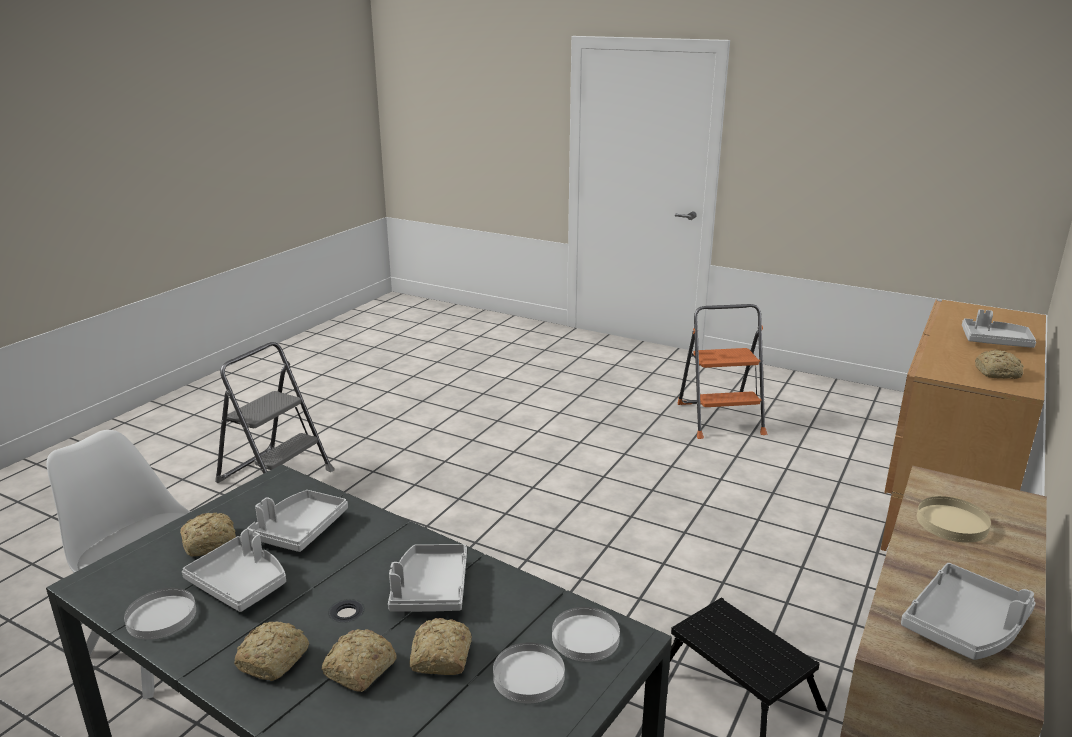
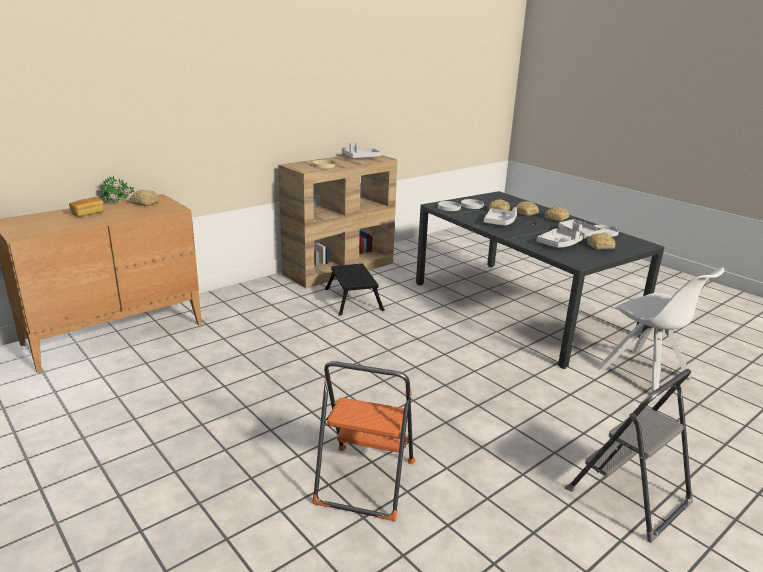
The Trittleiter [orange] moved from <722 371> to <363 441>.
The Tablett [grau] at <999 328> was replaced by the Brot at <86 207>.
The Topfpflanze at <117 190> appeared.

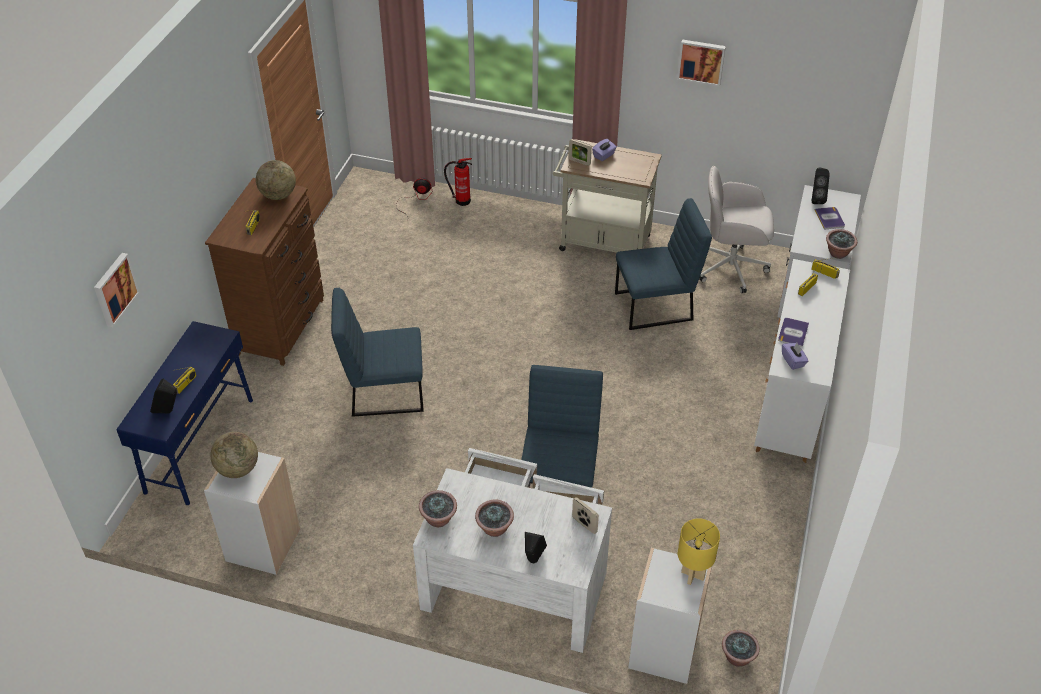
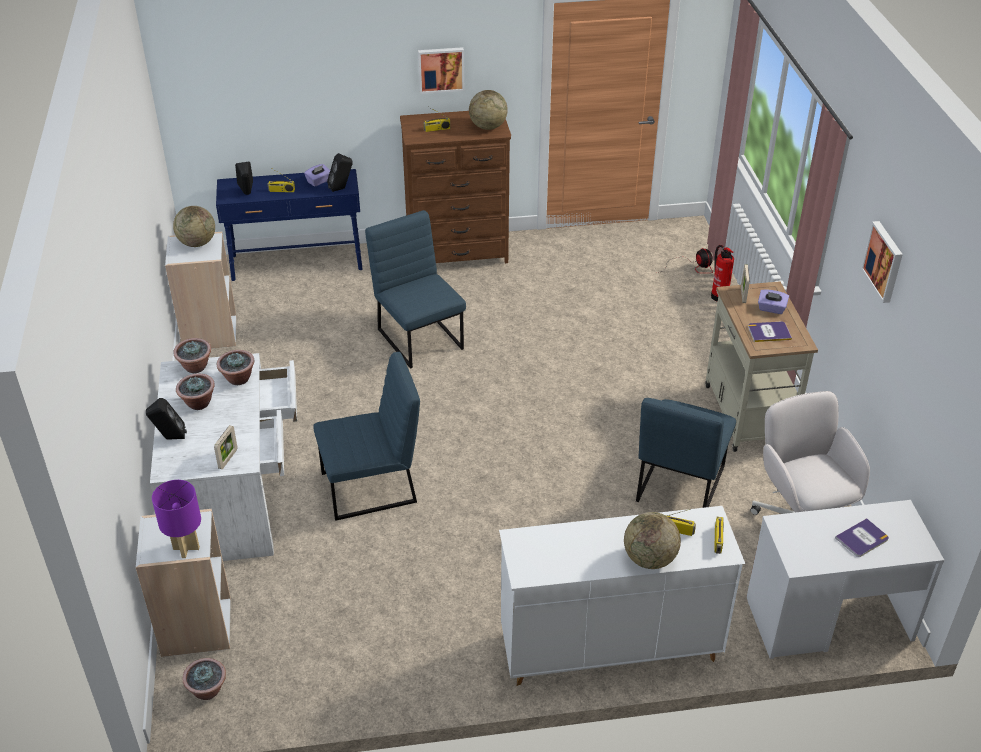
The Bild moved from <117 290> to <441 70>.
The Stuhl [blau] at <663 264> turned 60 degrees clockwise.
The Tischlampe [gelb] at <699 551> became the Tischlampe [lila] at <176 519>.
The Buch moved from <793 332> to <770 332>.
The Taschentuchbox [lila] moved from <795 356> to <317 175>.
The Lautsprecher [schwarz] moved from <821 185> to <340 172>.
The Topfpflanze moved from <841 244> to <235 367>.
The Globus at <652 540> appeared.

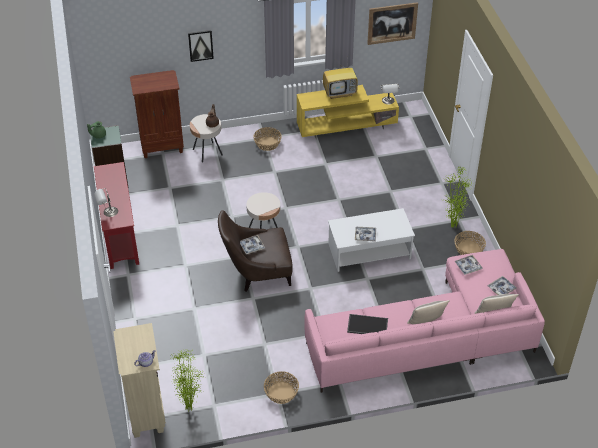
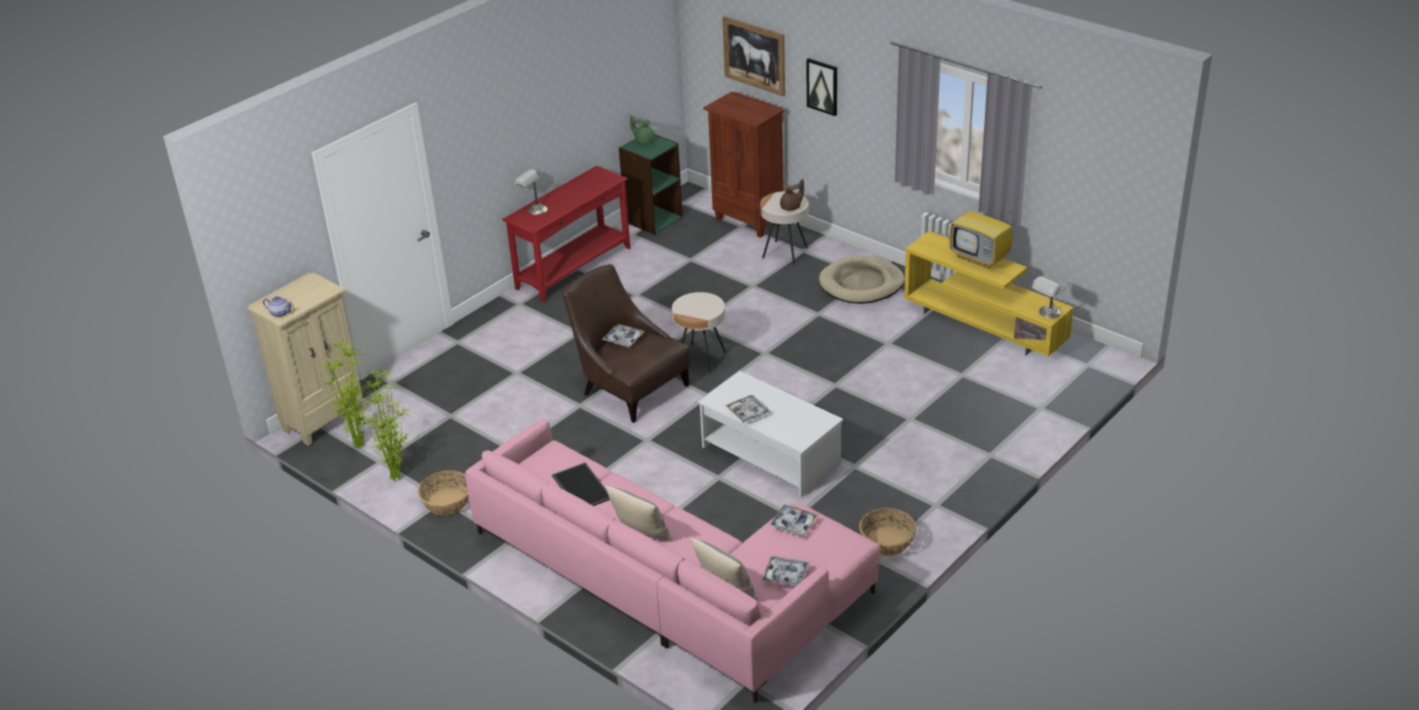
The Korb at <267 139> was replaced by the Hundebett [beige] at <862 280>.
The Bild moved from <392 23> to <753 56>.
The Topfpflanze moved from <457 197> to <386 424>.

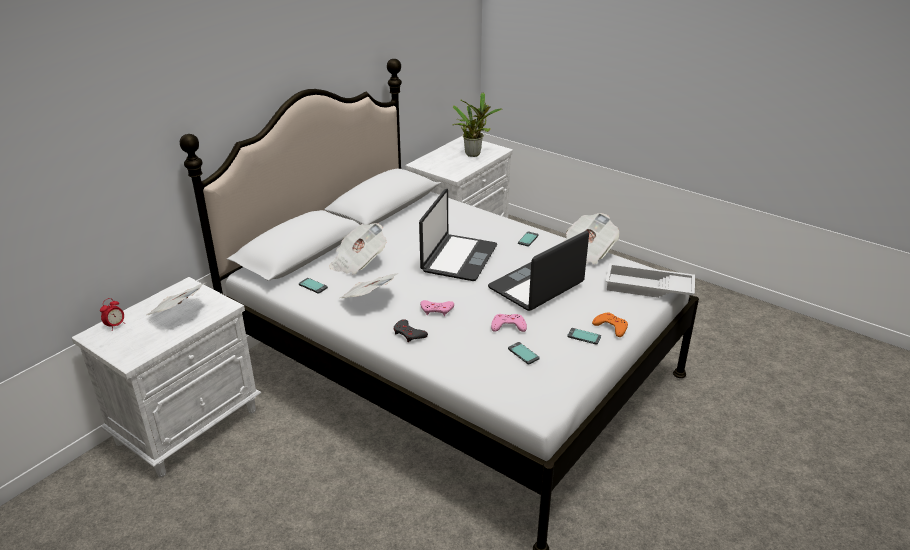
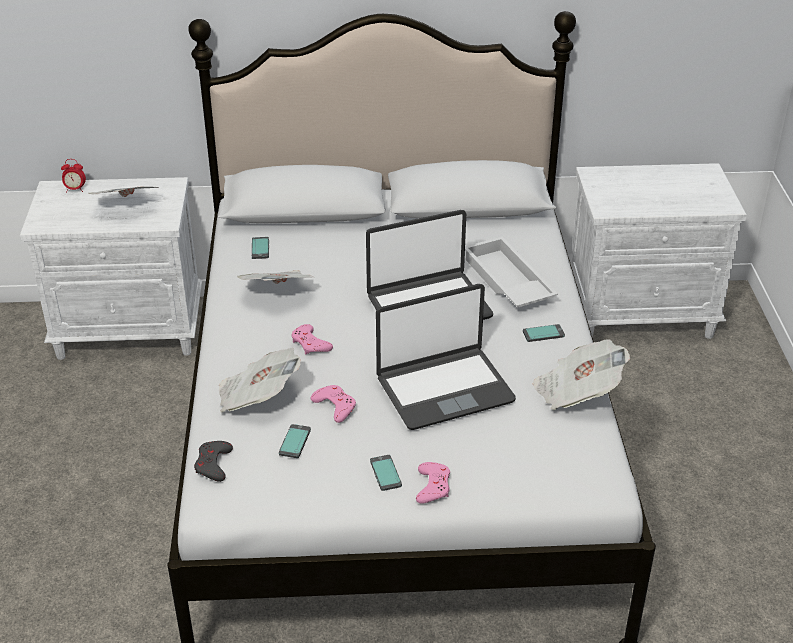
The Zeitung moved from <357 248> to <260 380>.
The Gamepad [grau] moved from <411 330> to <213 461>.
The Topfpflanze at <477 124> disappeared.
The Laptop at <538 271> turned 150 degrees clockwise.
The Gamepad [orange] at <610 324> became the Gamepad [rosa] at <433 483>.
The Tablett [weiß] moved from <650 280> to <511 272>.

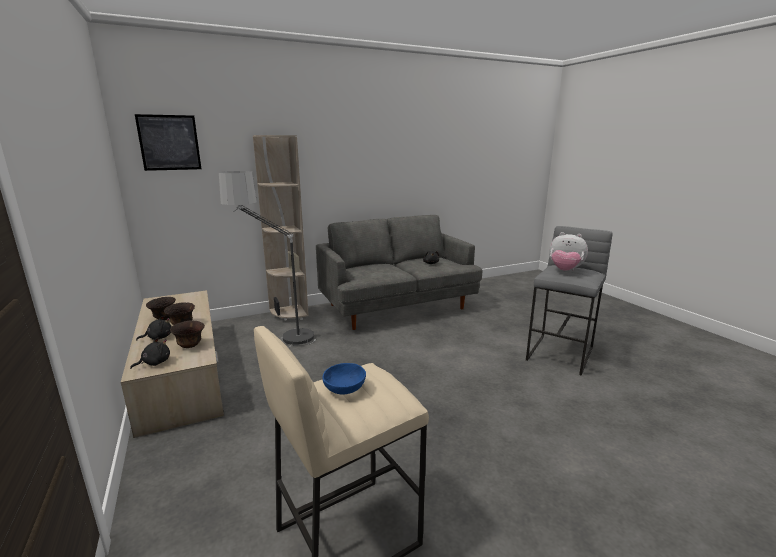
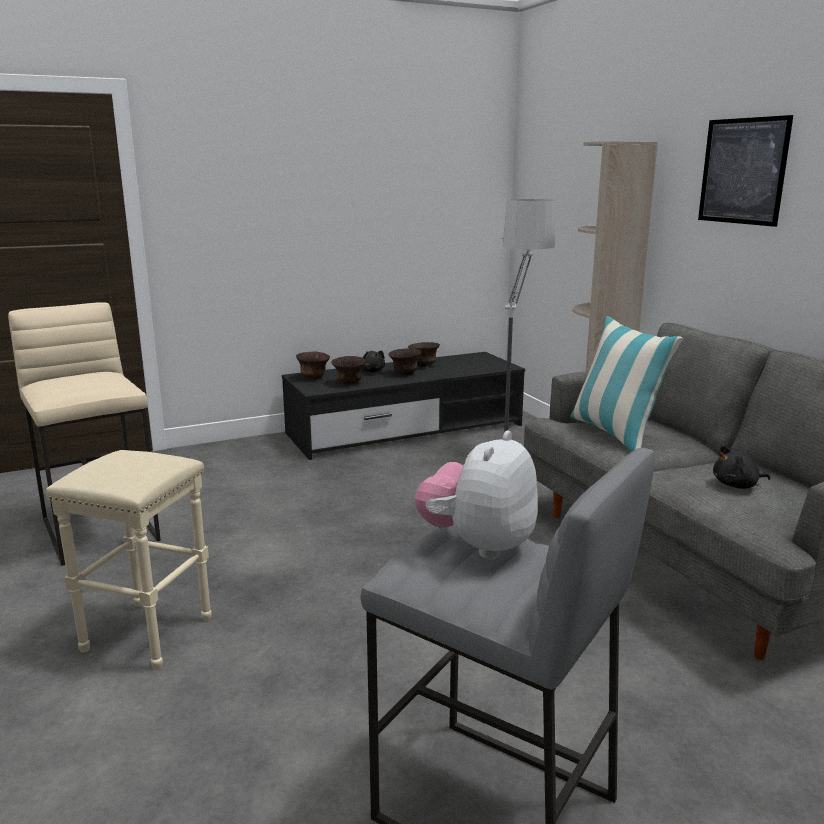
The Fernsehschrank [beige] at <172 364> became the Fernsehschrank [schwarz] at <403 406>.
The Plüschtier [schwarz] at <150 353> was replaced by the Schüssel [braun] at <313 365>.
The Bild moved from <168 142> to <745 171>.
The Schüssel [blau] at <344 379> disappeared.
The Hocker [beige] at <129 560> appeared.
The Kissen at <626 384> appeared.

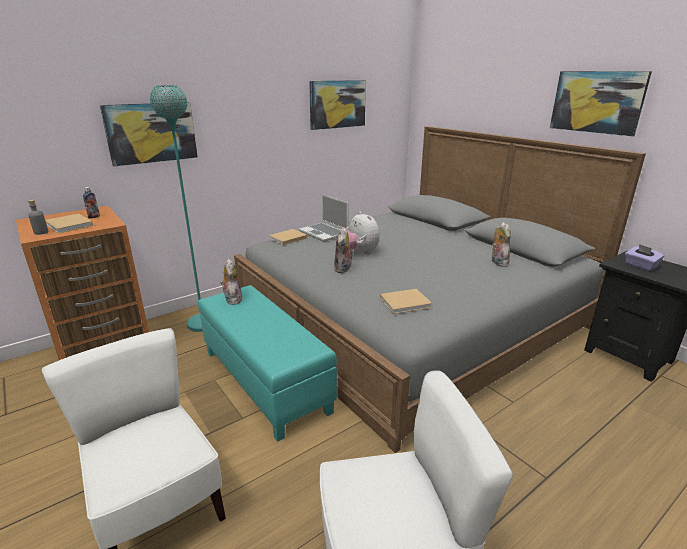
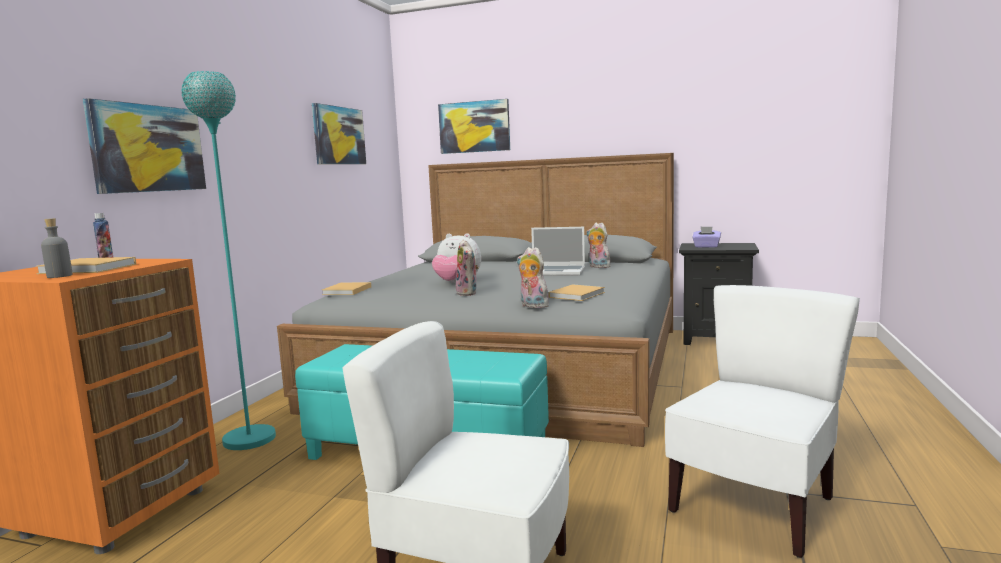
The Plüschtier moved from <231 282> to <533 277>.
The Laptop moved from <323 218> to <558 251>.
The Bild moved from <601 103> to <474 126>.

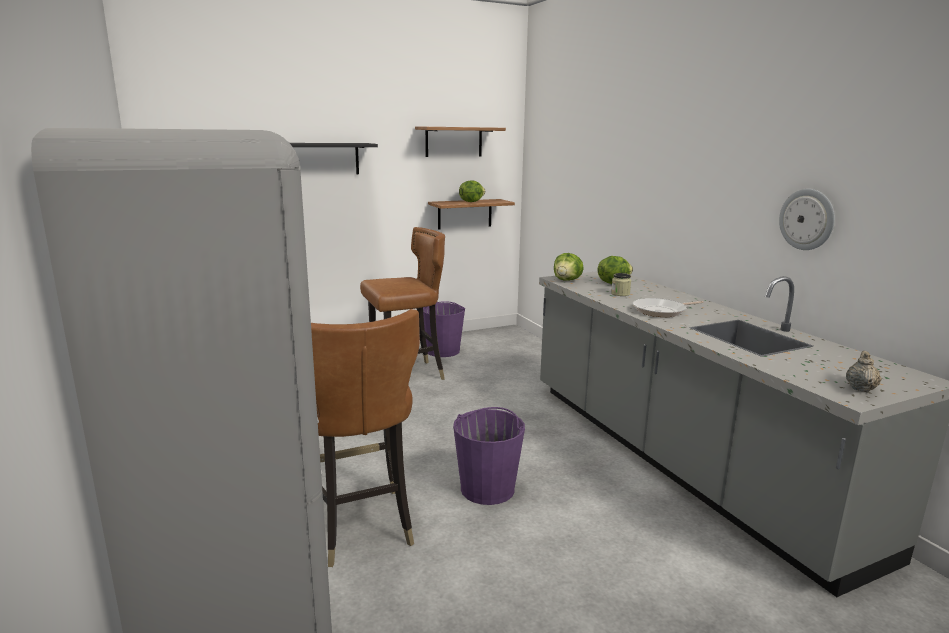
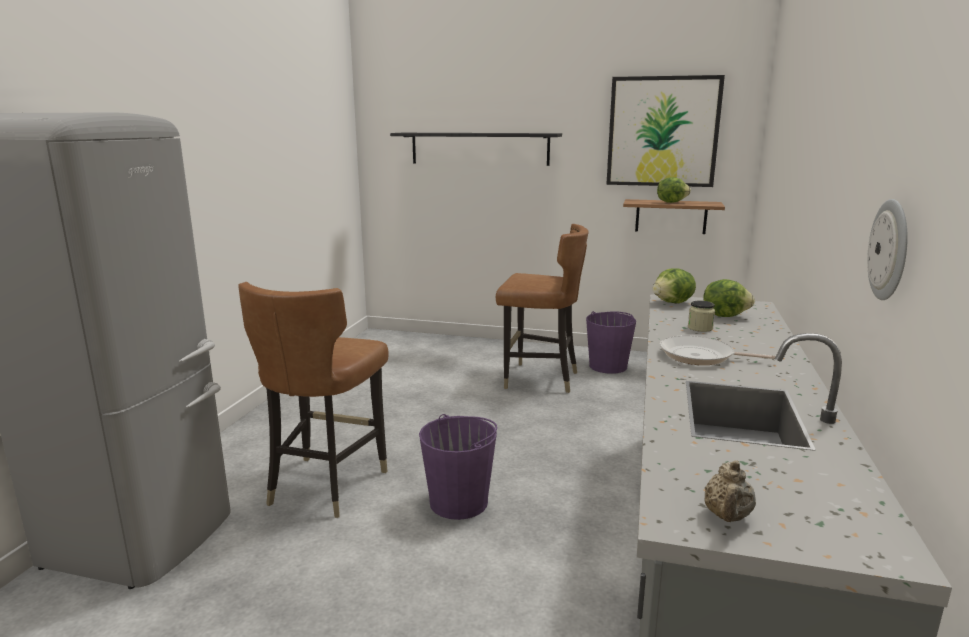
The Wandregal at <460 141> was replaced by the Bild at <665 131>.
The Teekanne [beige] at <864 371> turned 135 degrees clockwise.

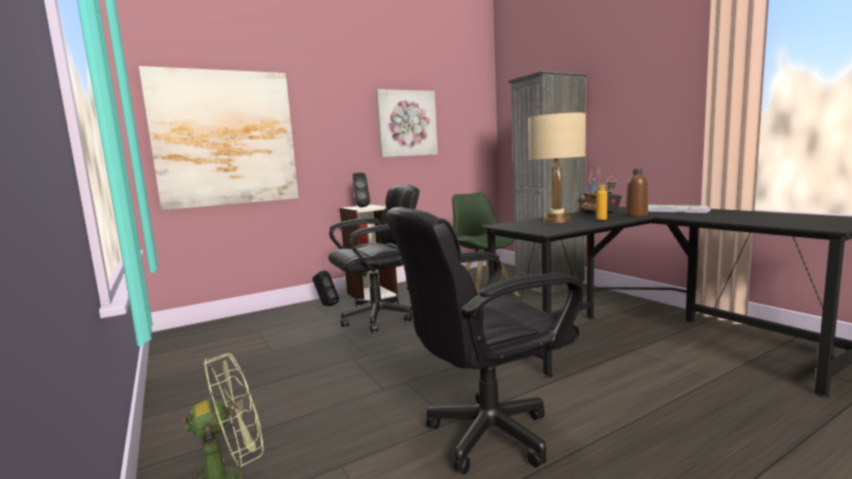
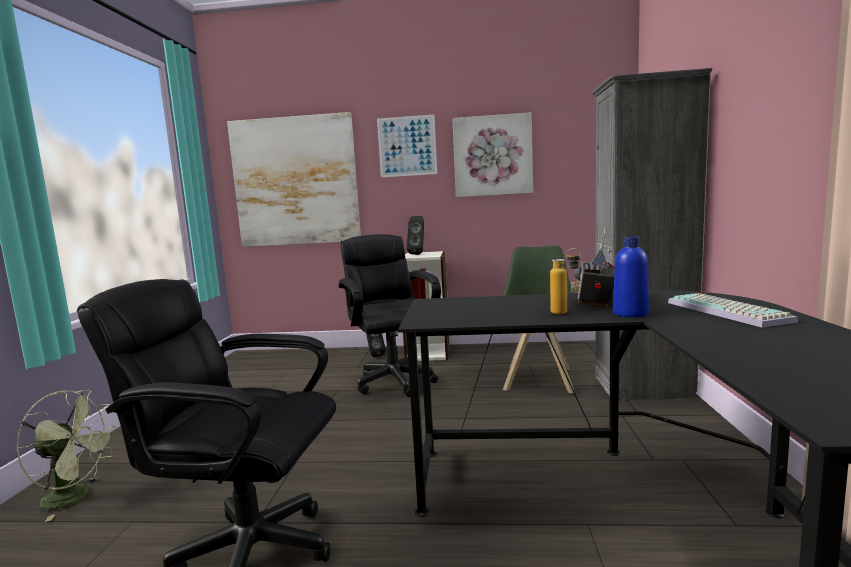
The Bürostuhl [schwarz] at <374 258> turned 120 degrees counterclockwise.
The Tischlampe [beige] at <557 168> disappeared.
The Flasche [braun] at <637 193> became the Flasche [blau] at <631 277>.
The Bild at <407 145> appeared.

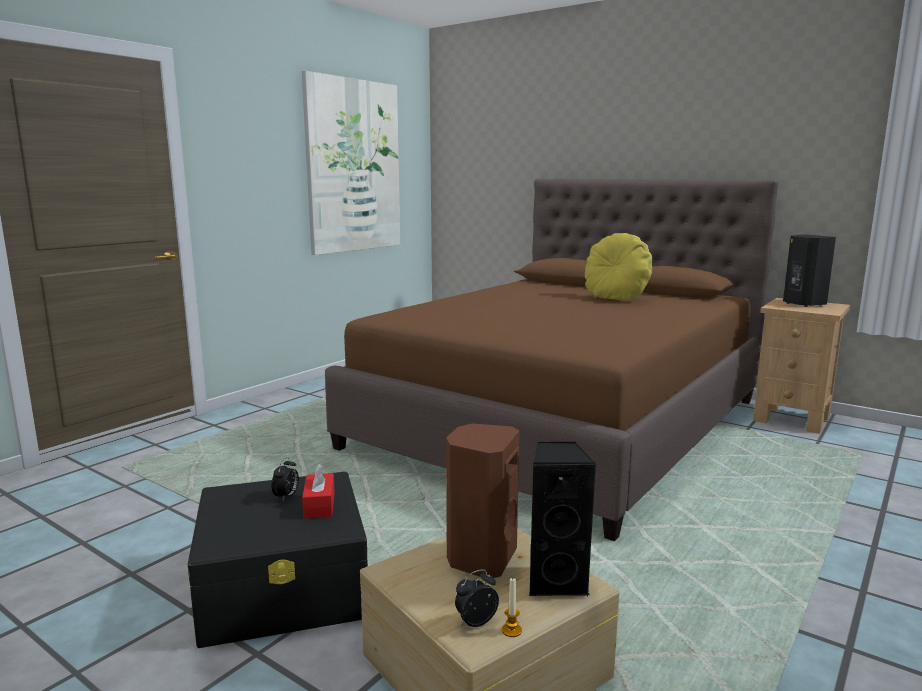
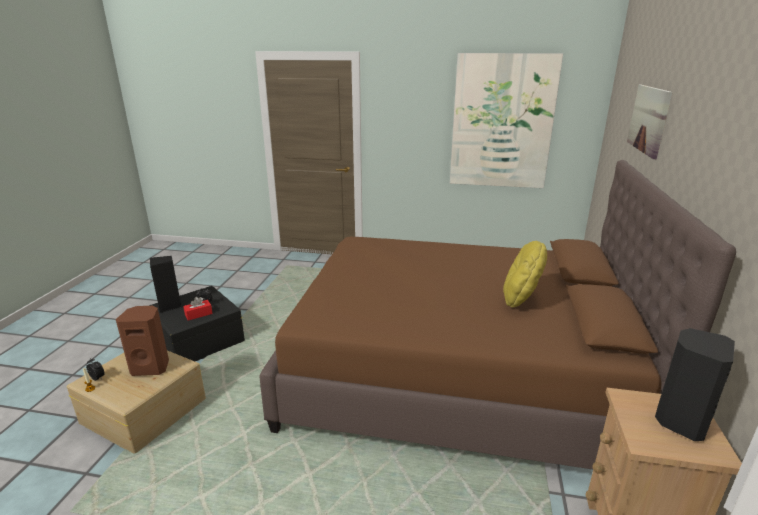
The Lautsprecher [schwarz] moved from <563 519> to <165 284>.
The Bild at <650 122> appeared.

